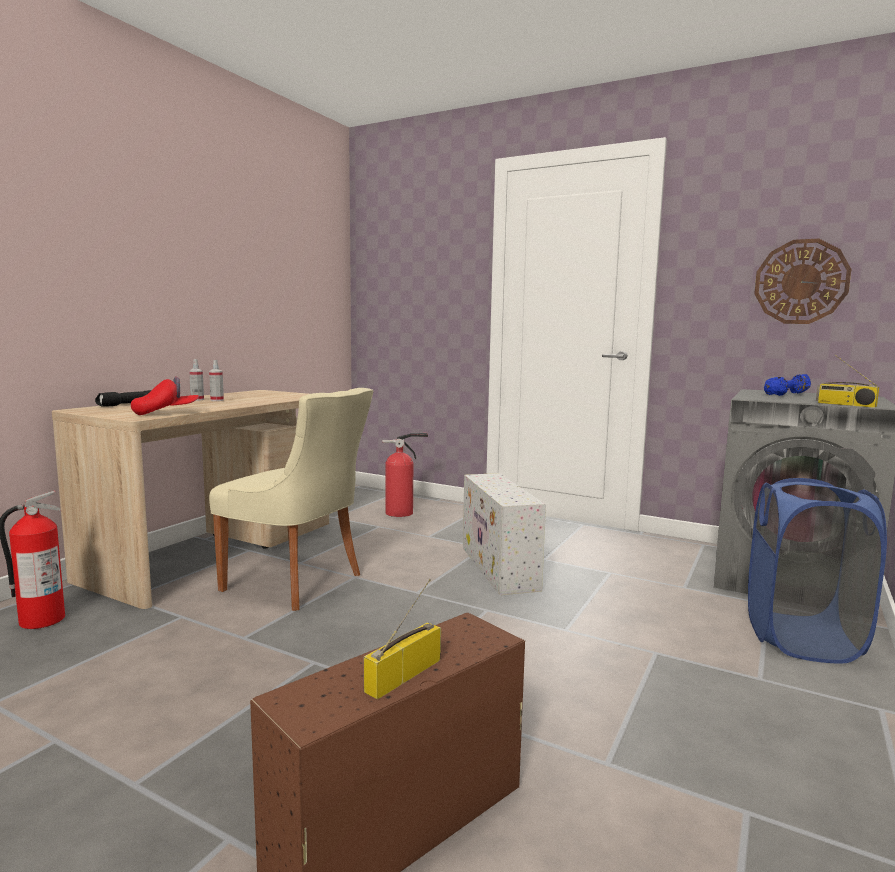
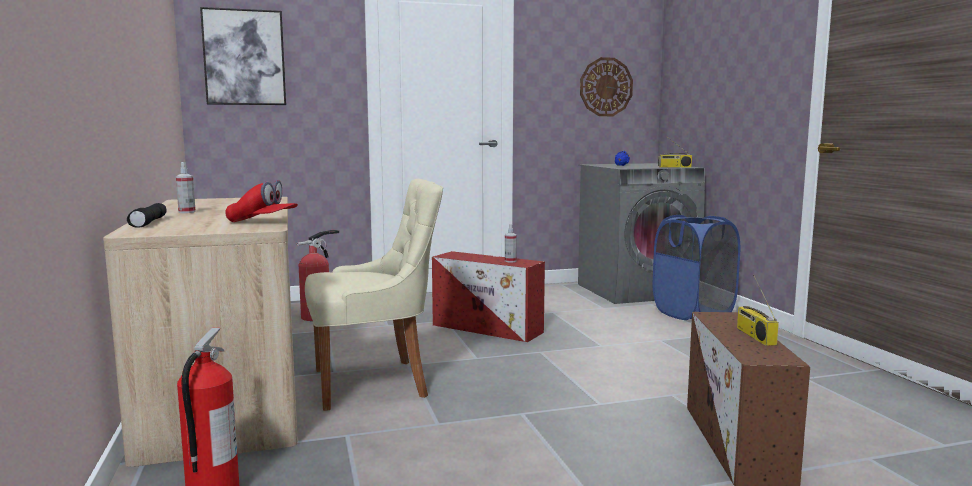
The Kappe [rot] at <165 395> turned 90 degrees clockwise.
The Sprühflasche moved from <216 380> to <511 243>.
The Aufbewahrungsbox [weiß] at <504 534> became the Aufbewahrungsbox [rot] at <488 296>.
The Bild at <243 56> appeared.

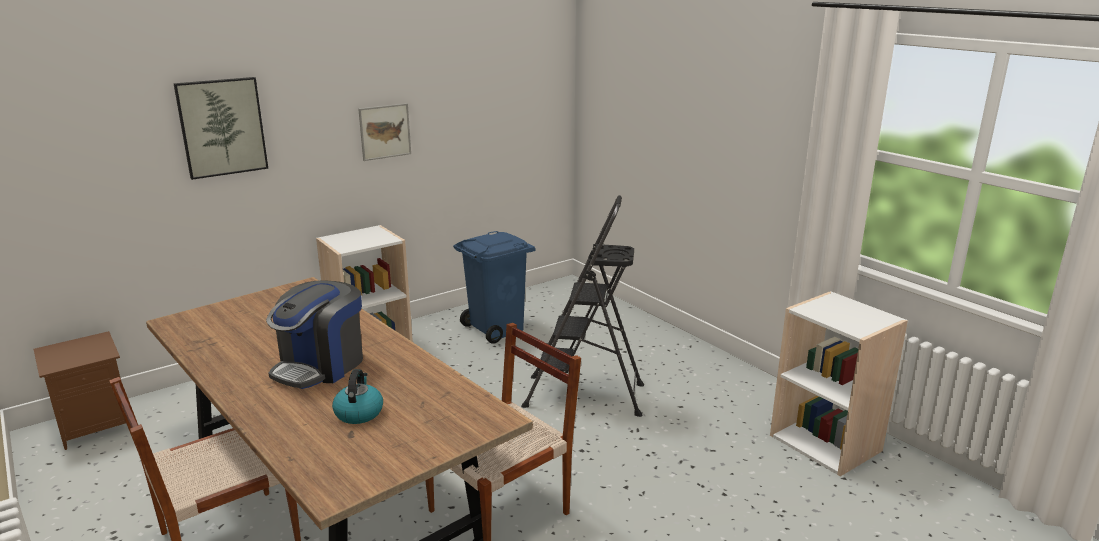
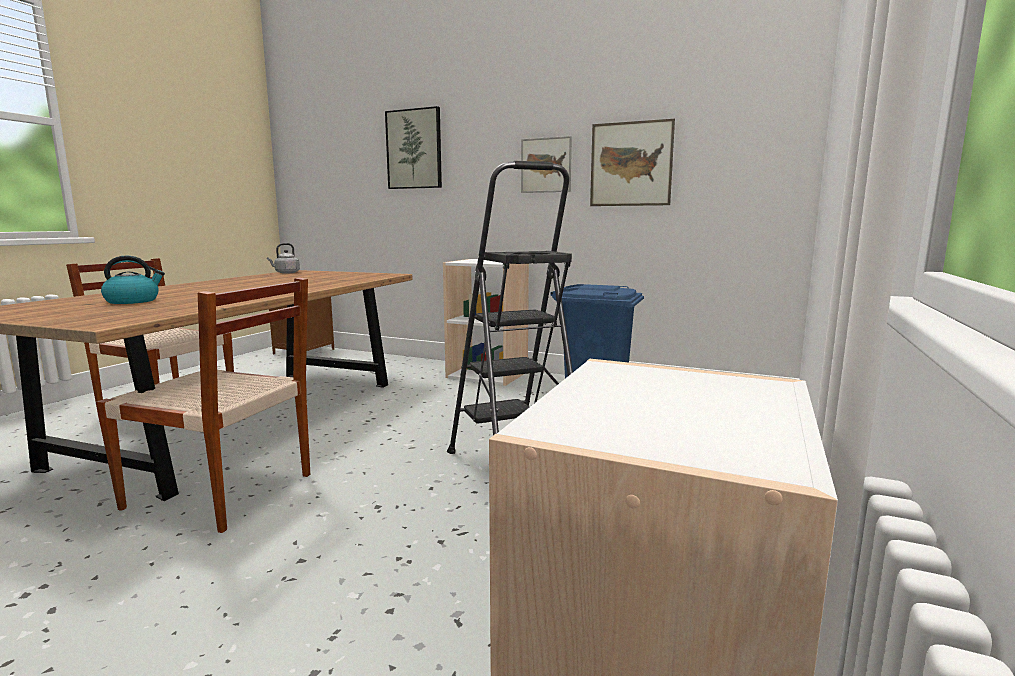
The Kaffeemaschine at <314 335> disappeared.
The Wasserkessel [grau] at <283 258> appeared.
The Bild at <632 162> appeared.

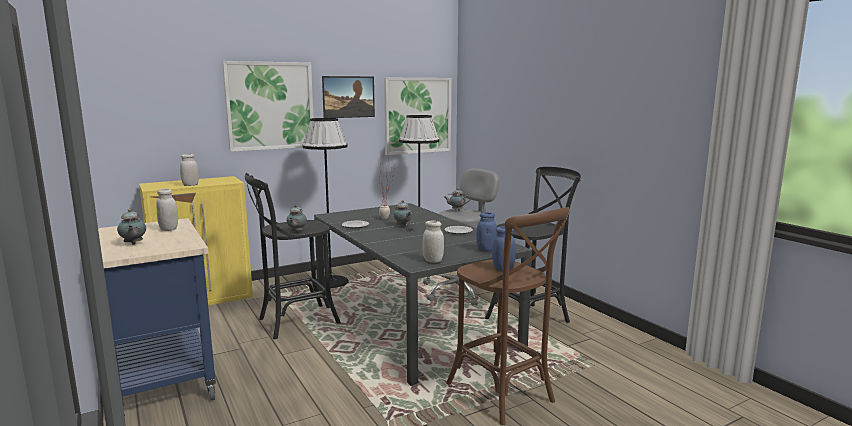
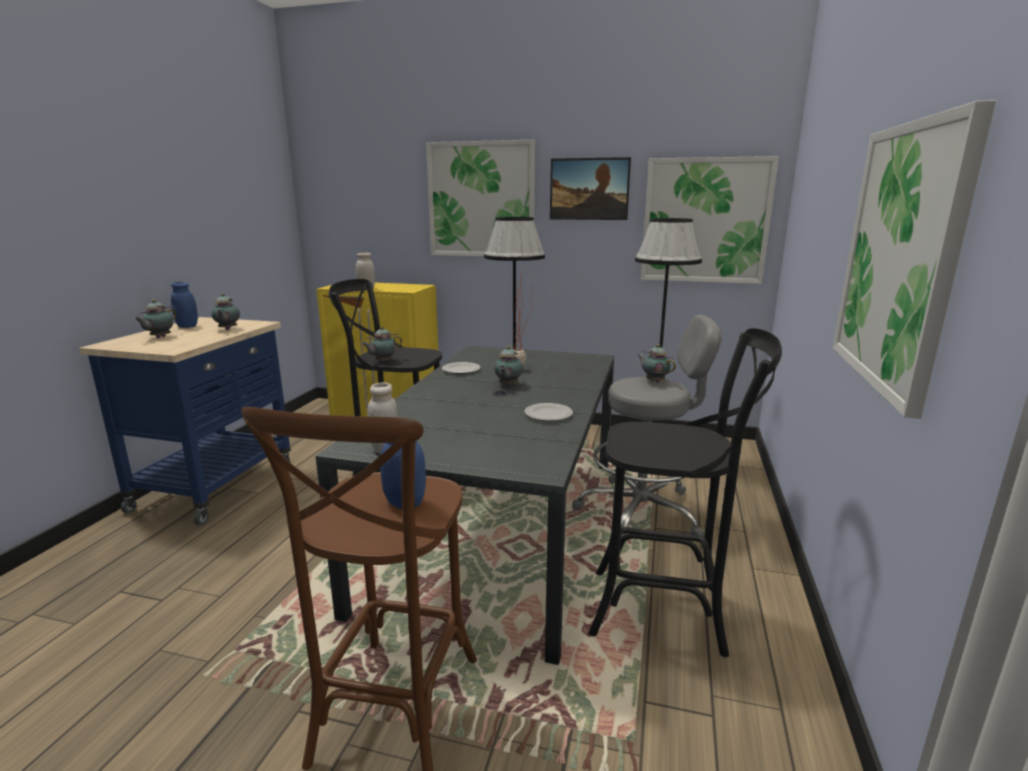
The Vorratsglas [weiß] at <167 210> was replaced by the Teekanne at <225 311>.
The Vorratsglas [blau] moved from <486 232> to <184 305>.
The Bild at <914 259> appeared.

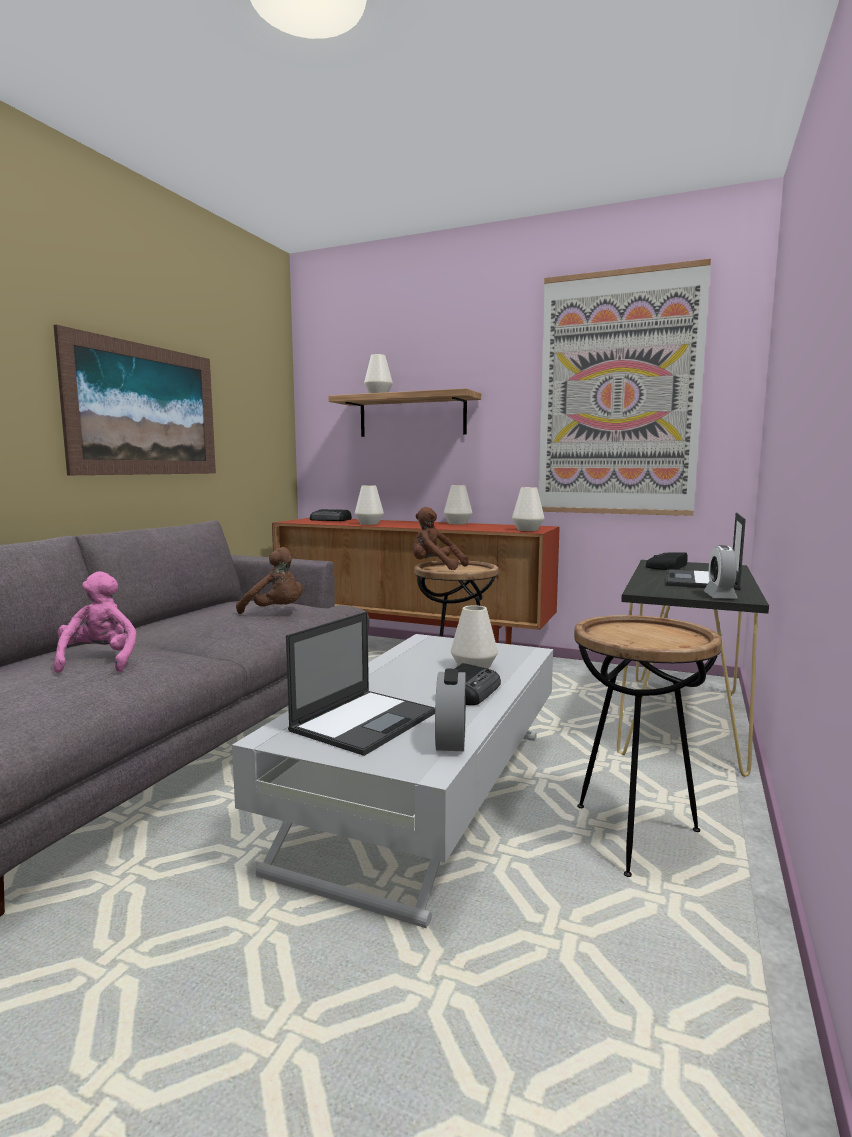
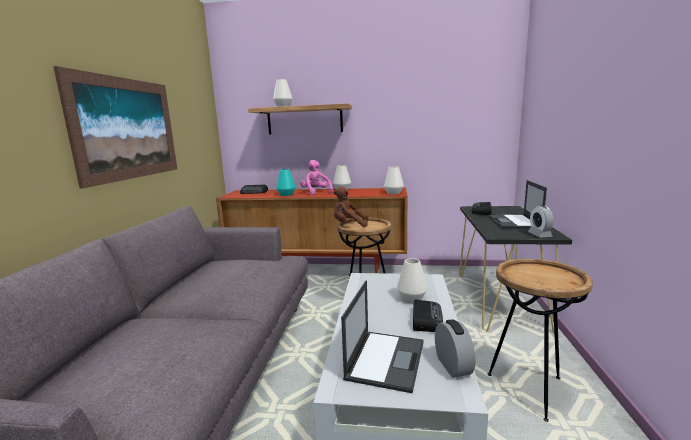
The Plüschtier [rosa] moved from <95 622> to <316 177>.
The Plüschtier [braun] at <269 580> disappeared.
The Vase [weiß] at <369 505> became the Vase [türkis] at <286 182>.
The Bild at <625 387> disappeared.

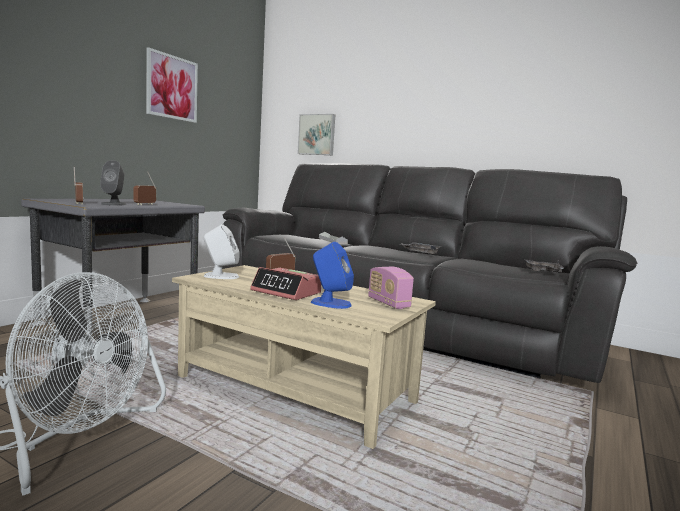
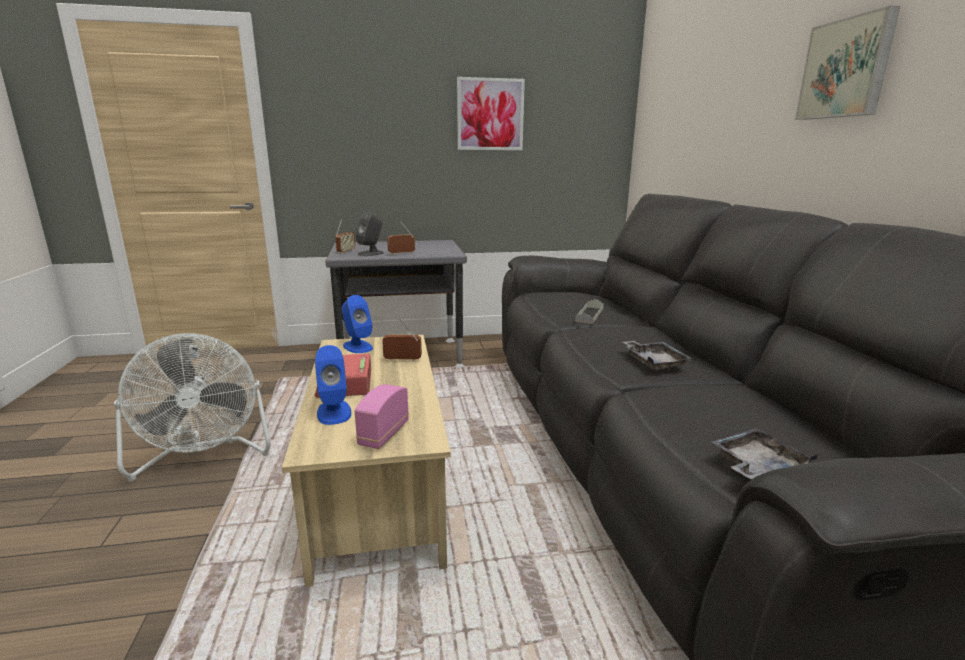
The Lautsprecher [weiß] at <221 251> became the Lautsprecher [blau] at <357 324>.
The Bild moved from <316 134> to <847 63>.

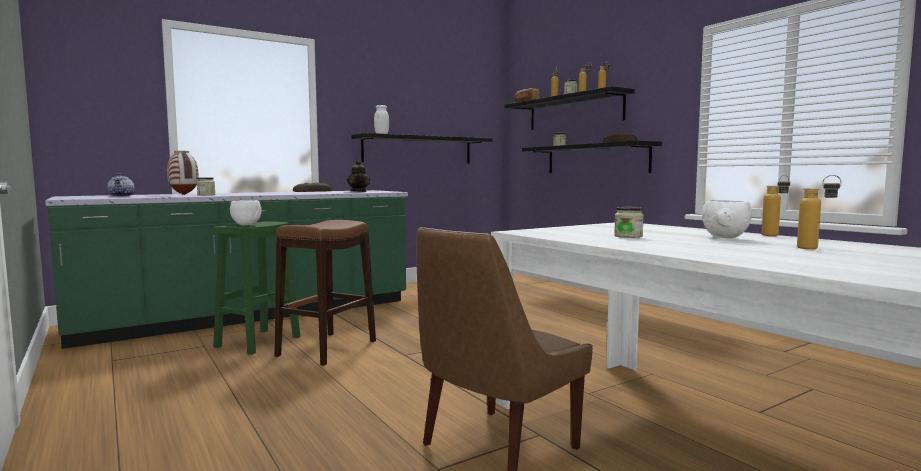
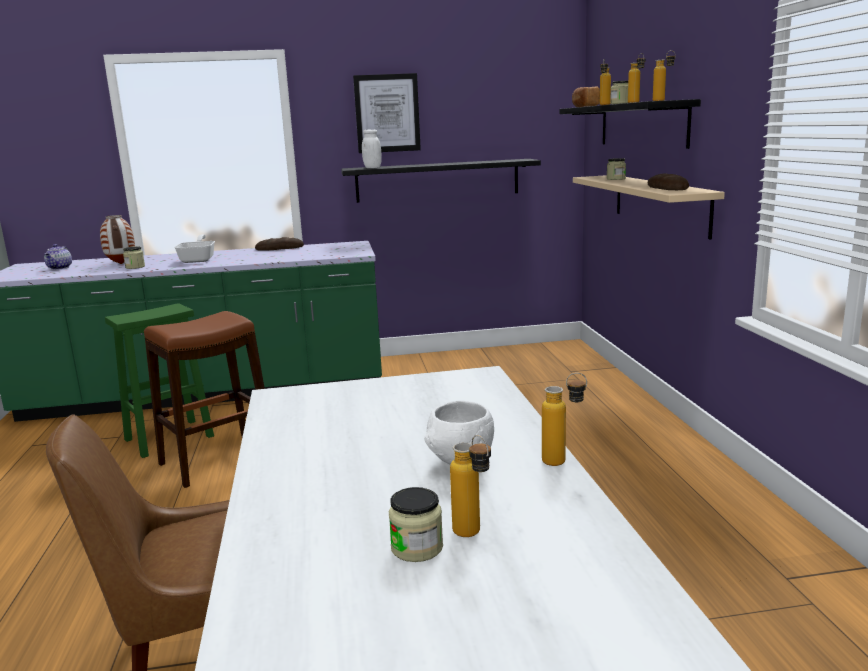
The Schüssel [weiß] at <246 213> disappeared.
The Teekanne at <358 176> disappeared.
The Wandregal [schwarz] at <592 157> became the Wandregal [beige] at <649 207>.
The Vorratsglas moved from <629 222> to <416 524>.
The Pfanne at <194 248> appeared.
The Bild at <387 113> appeared.

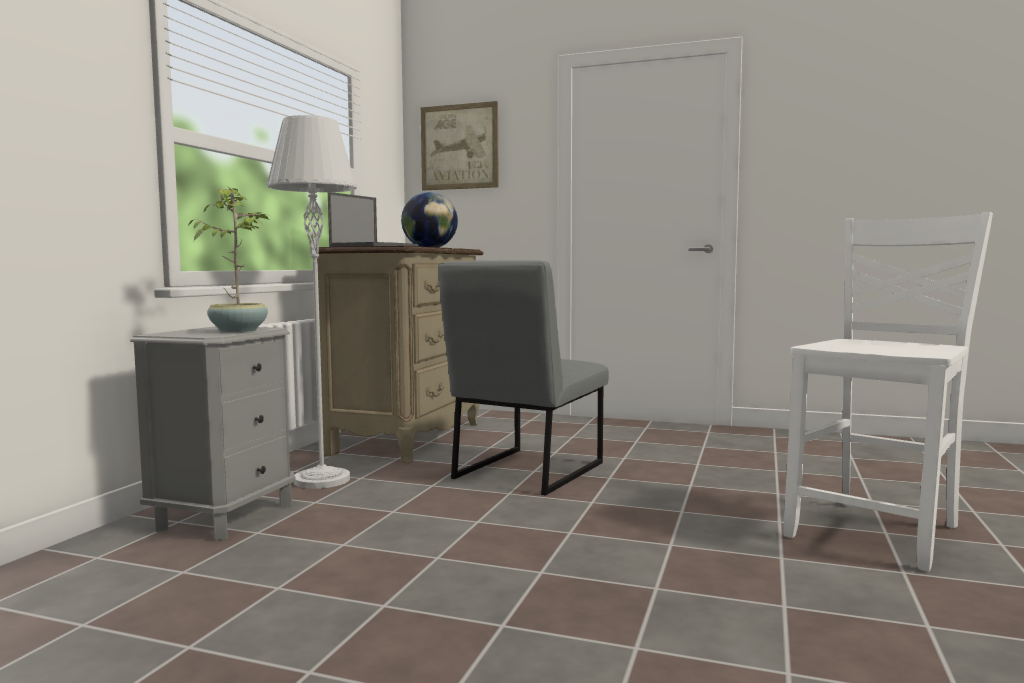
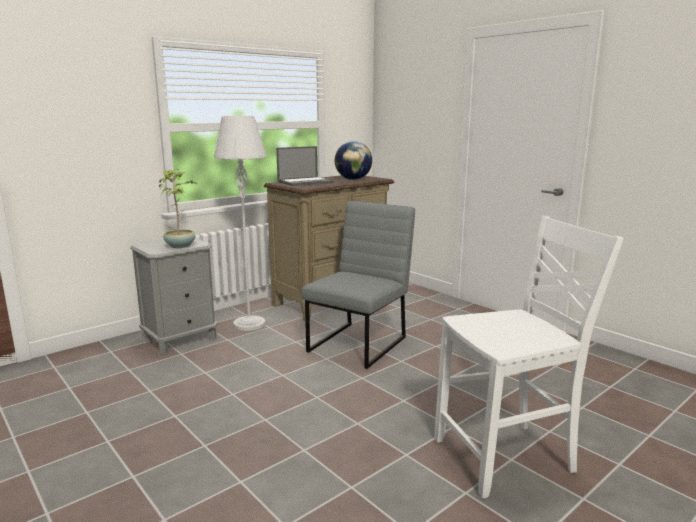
The Bild at <460 145> disappeared.
The Stuhl [grau] at <523 378> turned 150 degrees clockwise.

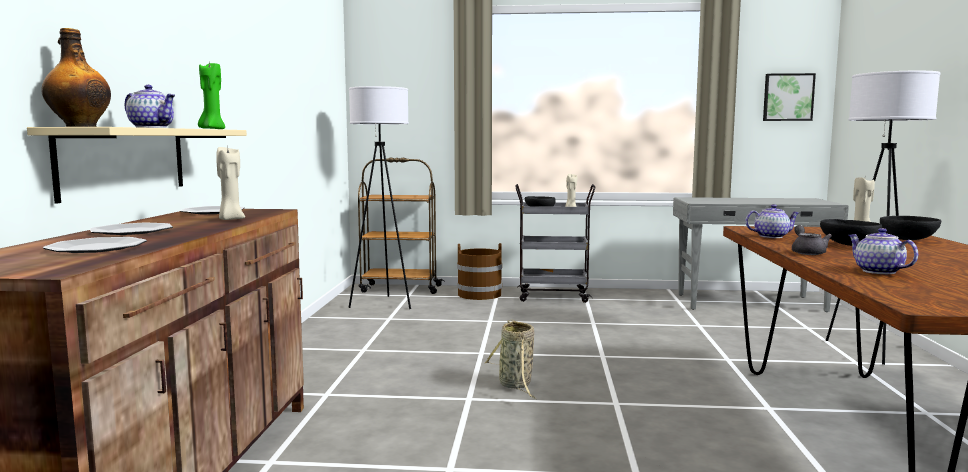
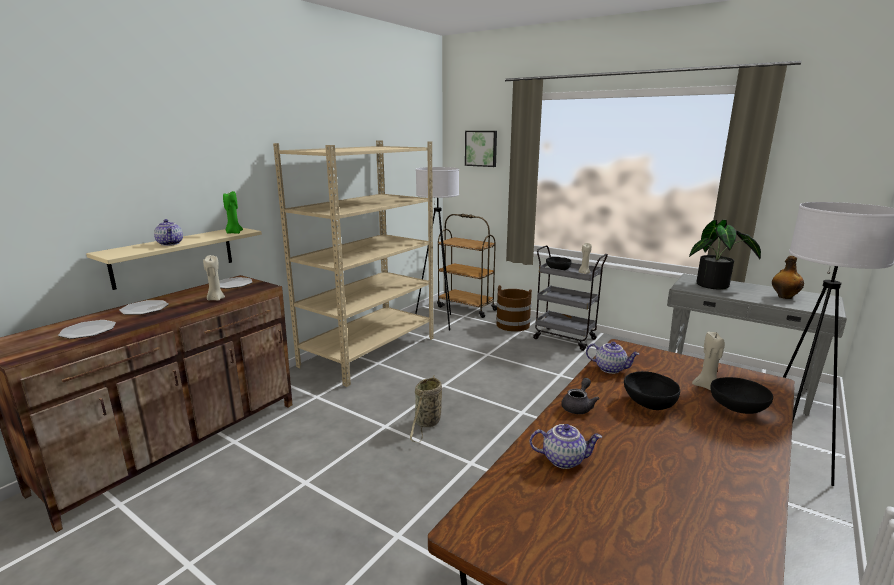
The Flasche moved from <76 77> to <788 277>.
The Bild moved from <789 97> to <481 149>.
The Teekanne at <883 251> turned 90 degrees clockwise.
The Bücherregal [beige] at <353 263> appeared.
The Topfpflanze at <725 255> appeared.

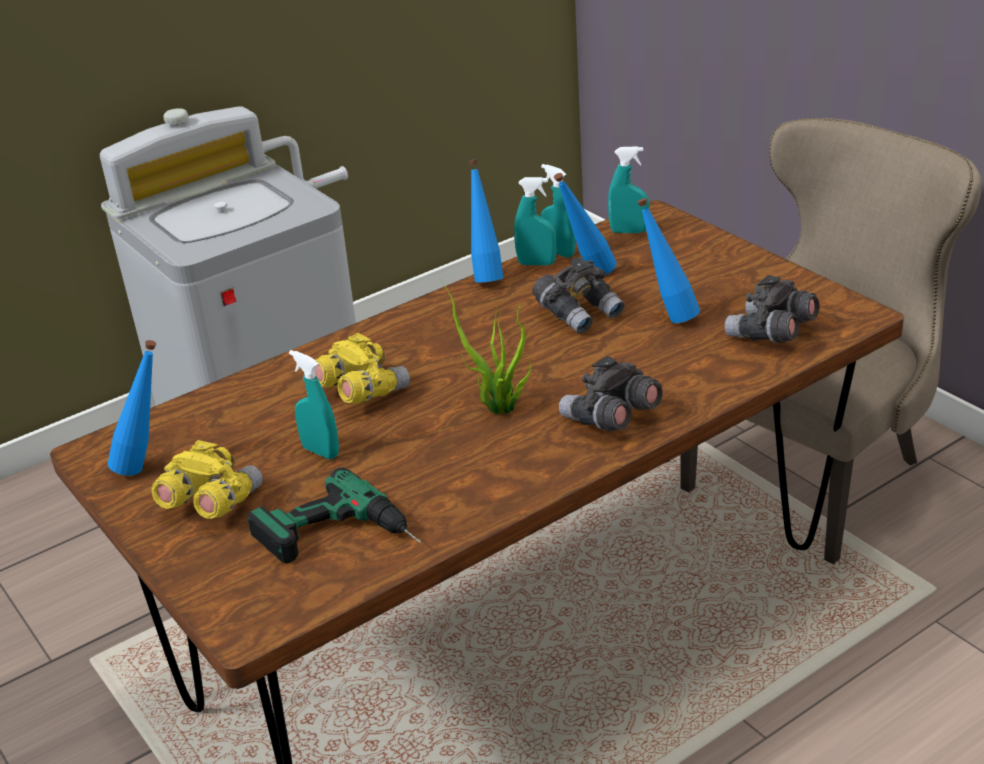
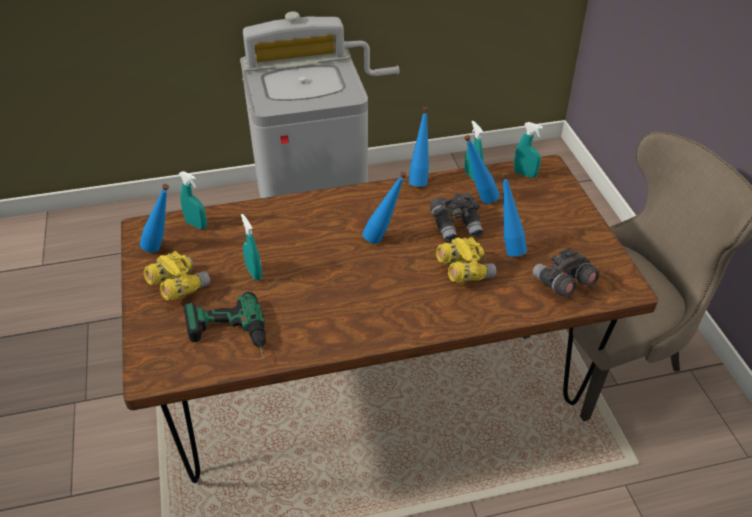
The Fernglas [gelb] moved from <362 368> to <466 260>.
The Topfpflanze at <486 347> disappeared.
The Sprühflasche [türkis] moved from <535 221> to <193 200>.
The Fernglas [grau] at <611 393> disappeared.
The Flasche [blau] at <384 207> appeared.

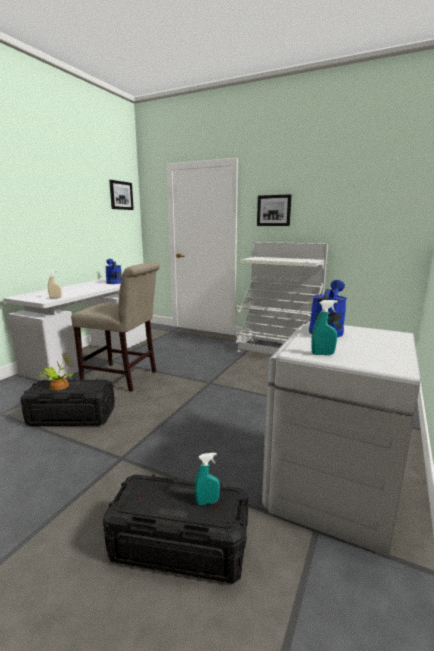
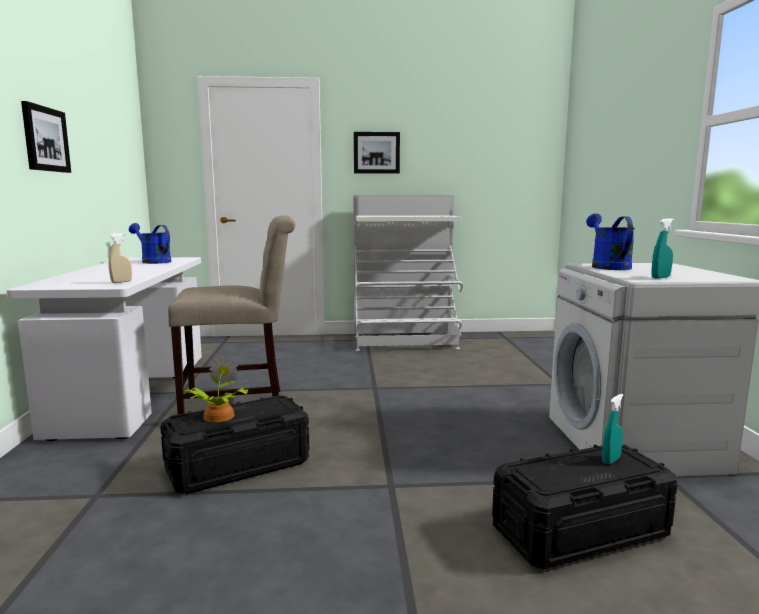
The Bild moved from <121 195> to <46 137>.

